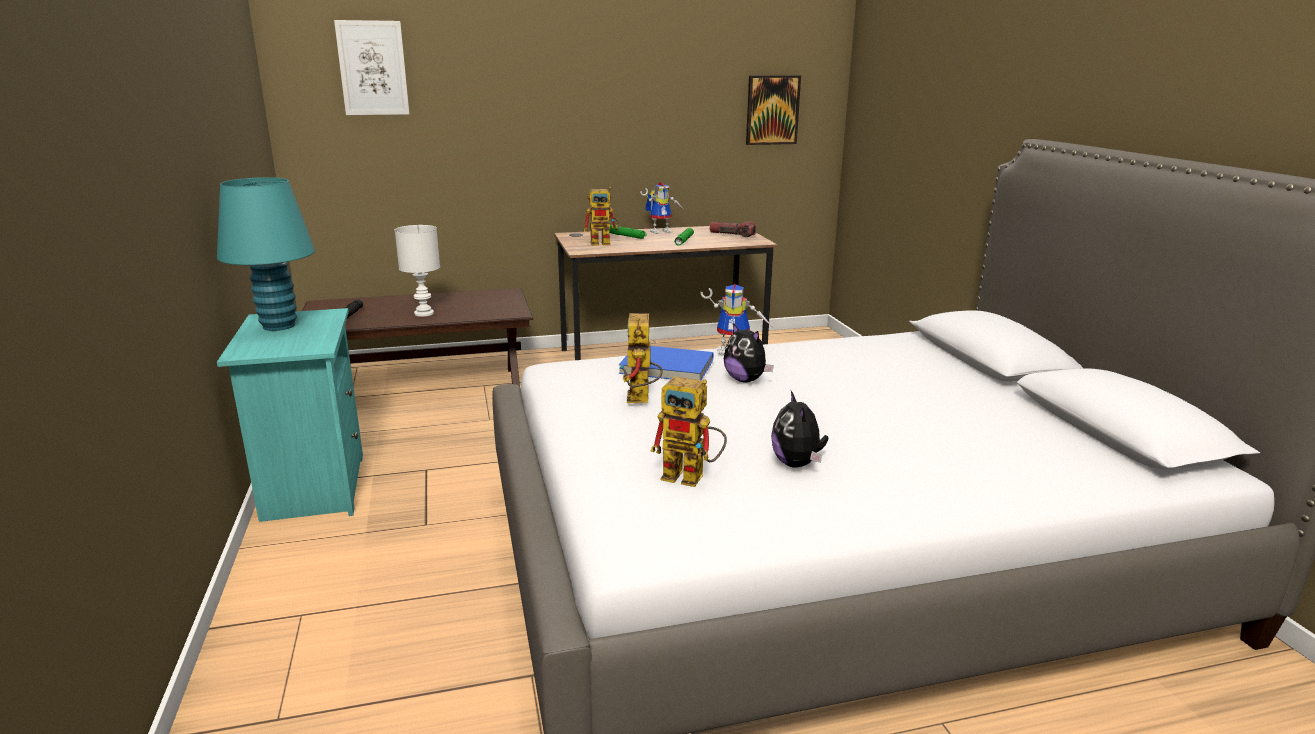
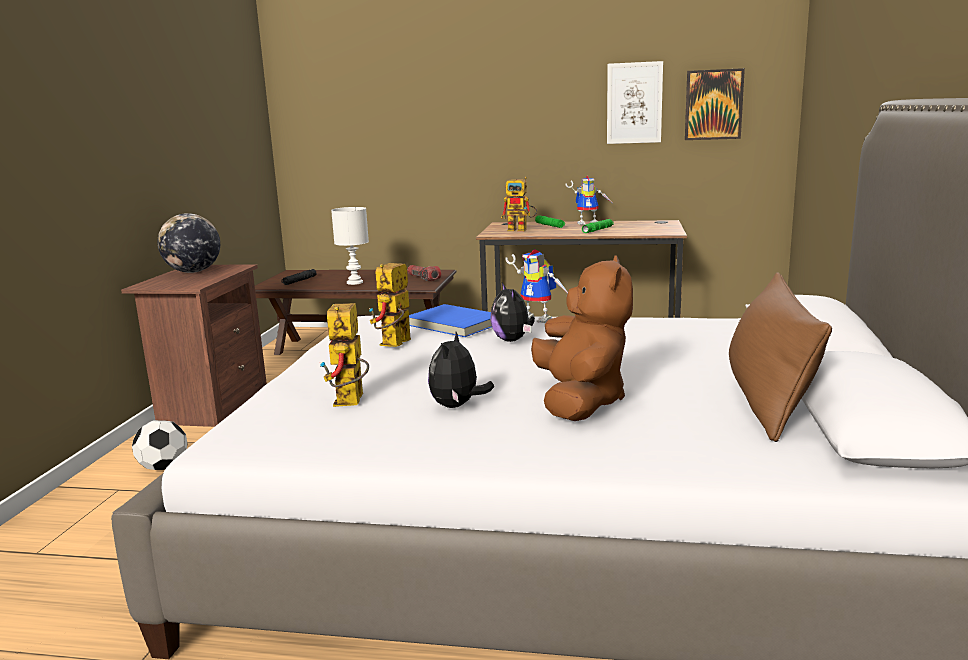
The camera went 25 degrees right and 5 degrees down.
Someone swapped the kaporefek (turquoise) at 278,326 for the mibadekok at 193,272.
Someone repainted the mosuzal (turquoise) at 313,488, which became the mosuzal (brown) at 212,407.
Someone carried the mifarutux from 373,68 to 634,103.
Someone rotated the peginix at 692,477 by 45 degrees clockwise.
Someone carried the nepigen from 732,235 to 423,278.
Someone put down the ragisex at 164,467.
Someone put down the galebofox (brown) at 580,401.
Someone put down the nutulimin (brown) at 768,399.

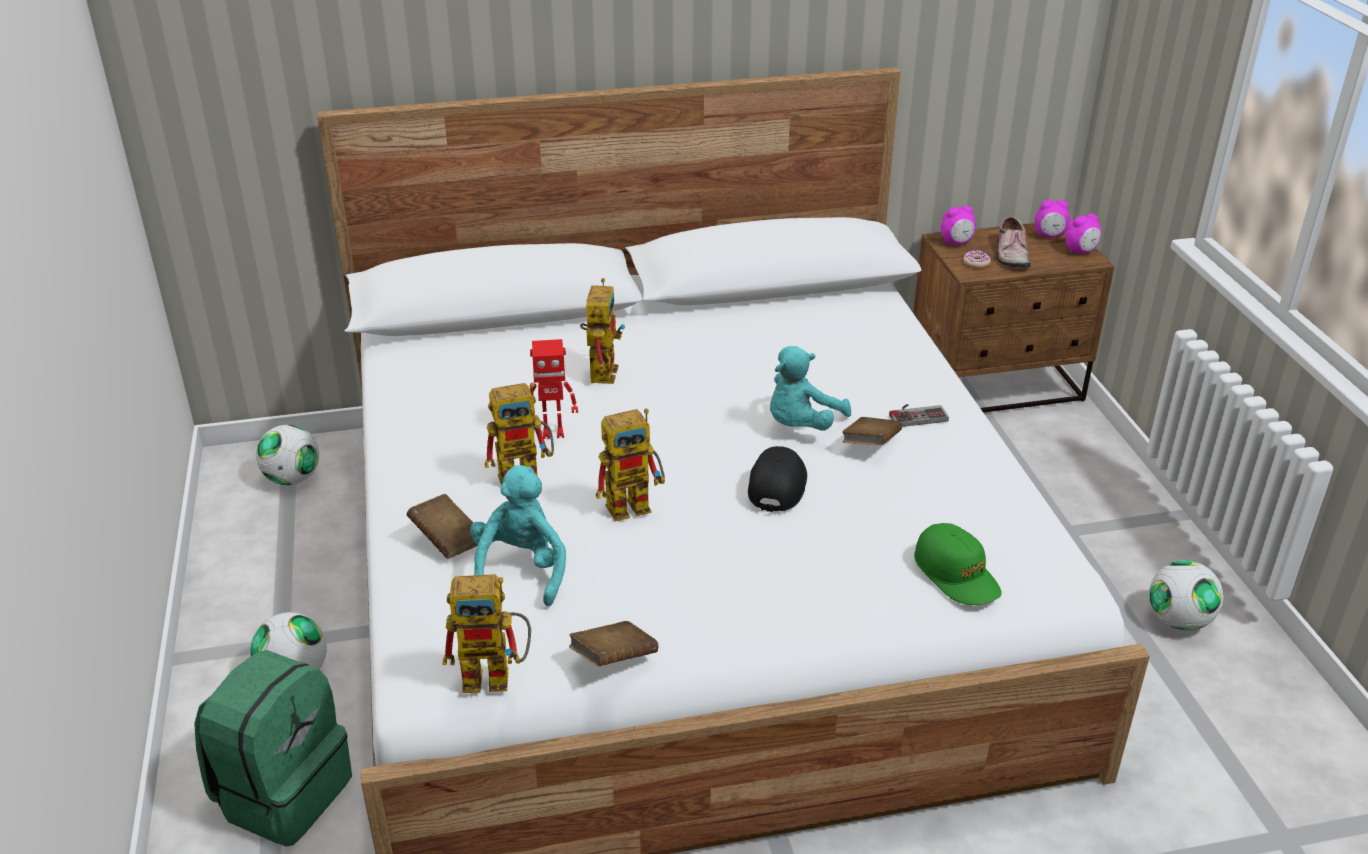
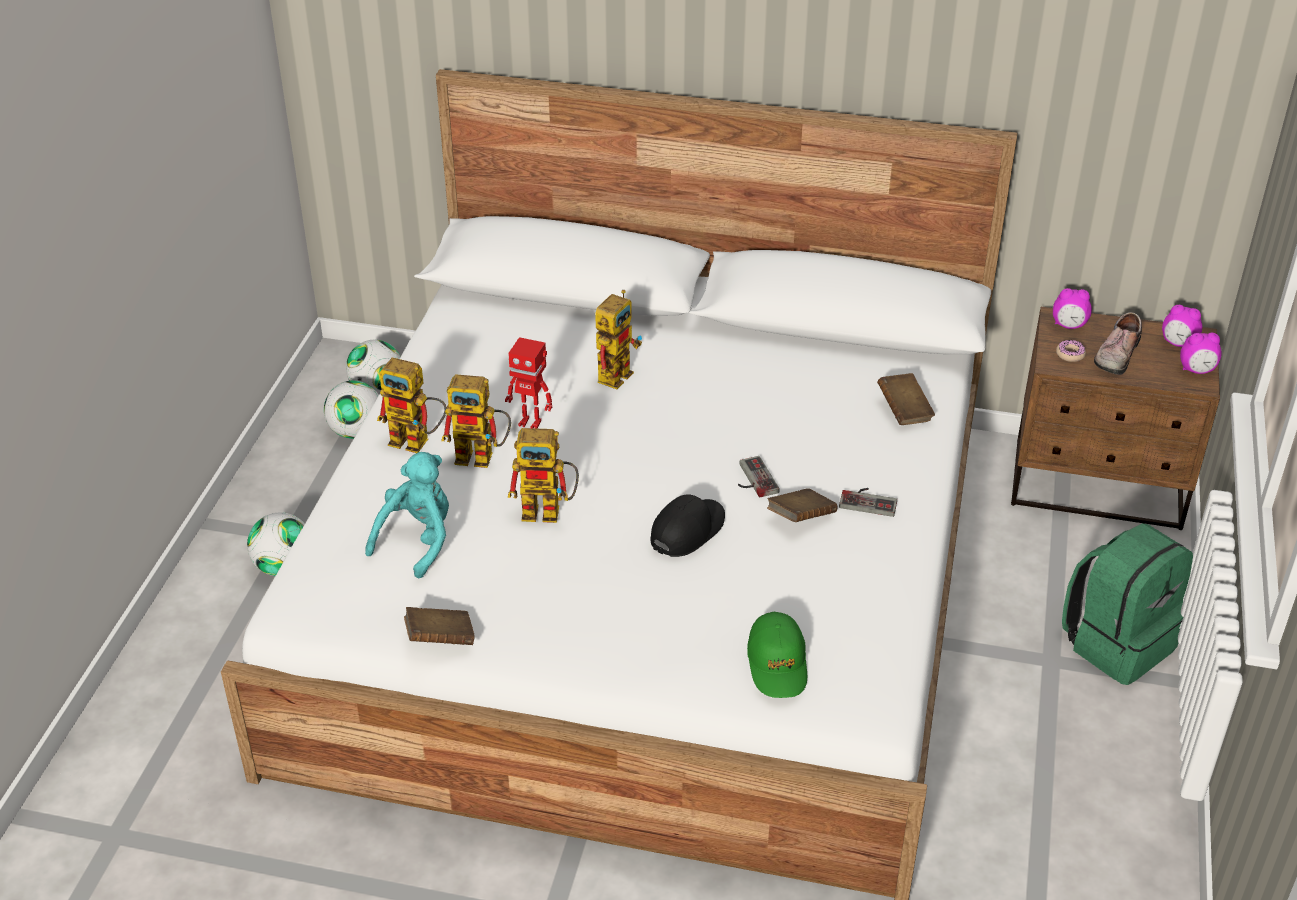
The camera went 25 degrees right and 5 degrees up.
Someone carried the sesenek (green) from 283,793 to 1118,642.
Someone carried the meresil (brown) from 447,540 to 904,411.
Someone carried the peginix from 497,676 to 418,442.
Someone swapped the galebofox (turquoise) at 801,425 for the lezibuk at 752,479.
Someone carried the ragisex from 1178,621 to 356,432.

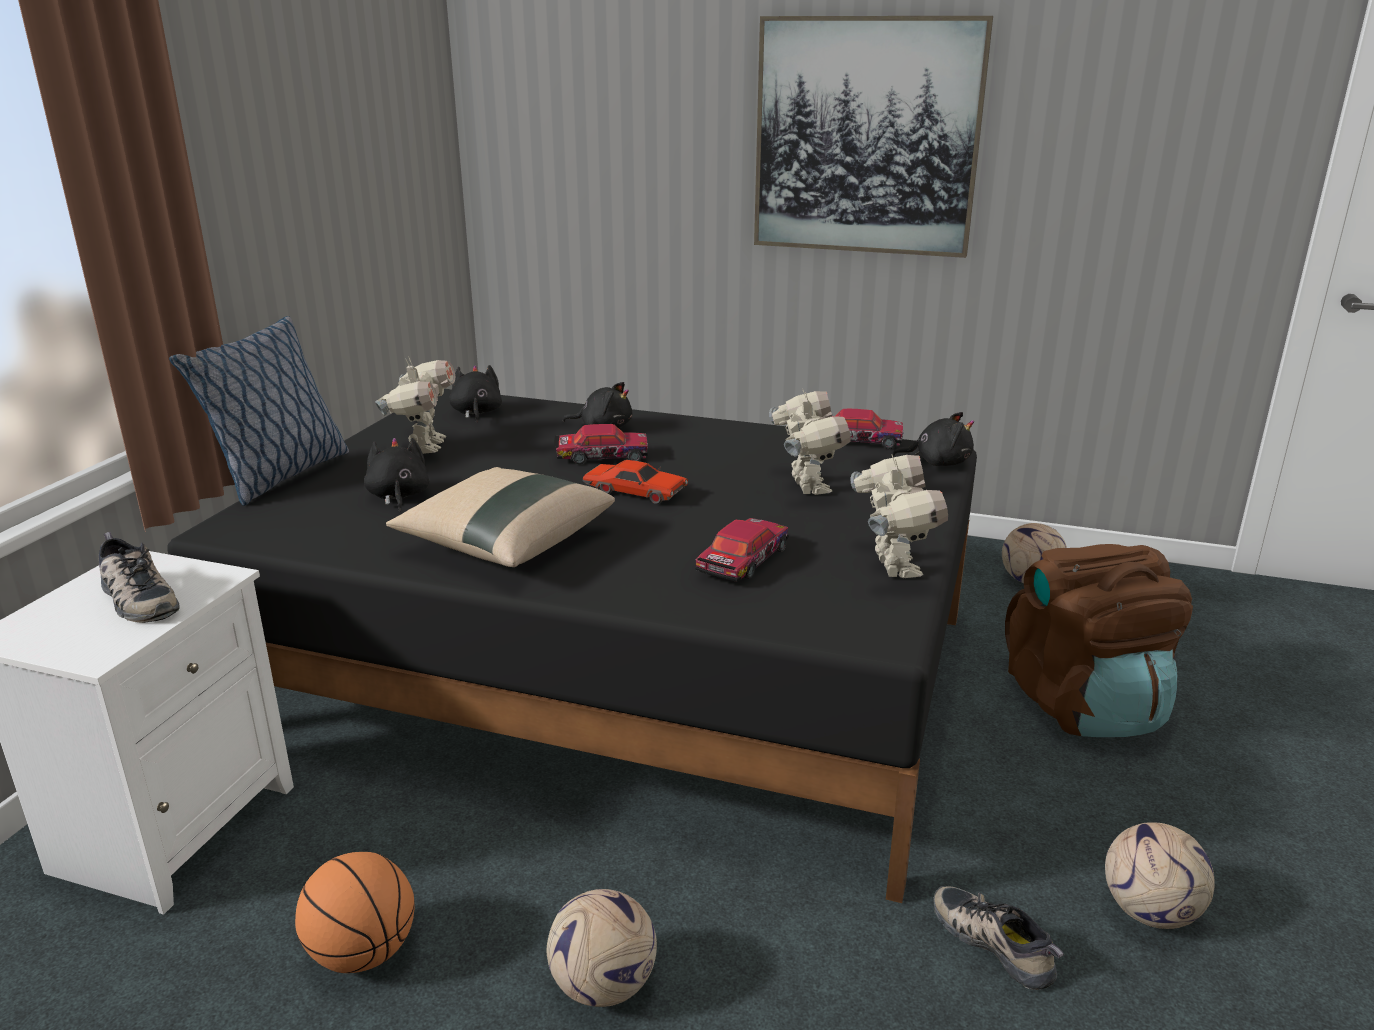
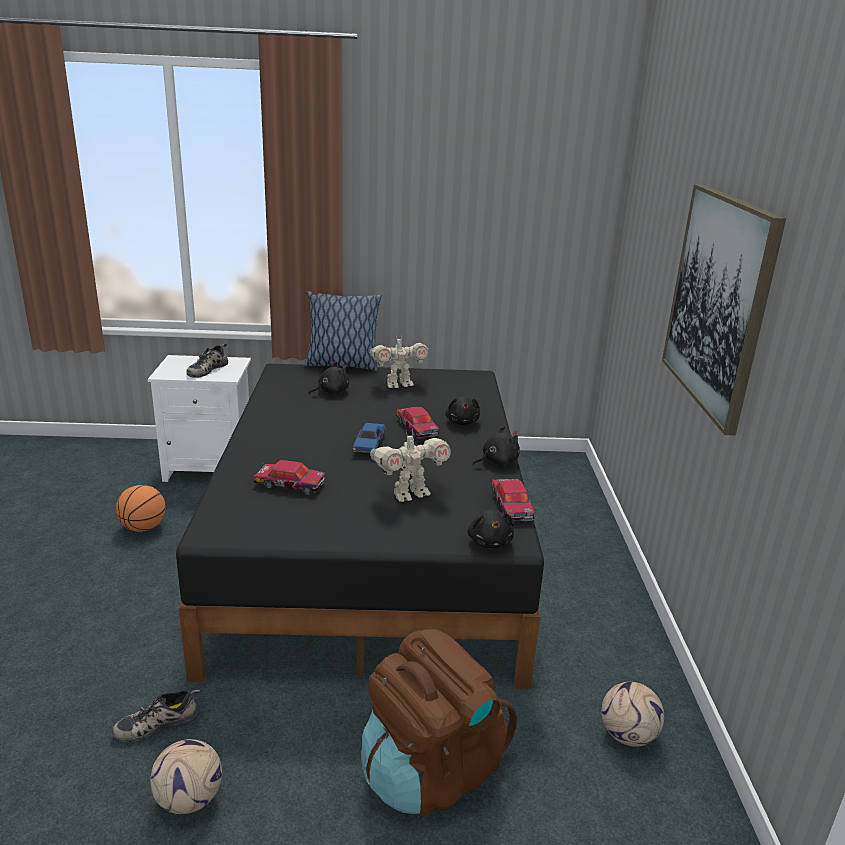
The camera went 70 degrees right and 0 degrees up.
Someone took away the nutulimin (beige) at 505,543.
Someone carried the galebofox (black) from 476,413 to 497,462.
Someone took away the ragisex at 603,987.
Someone repainted the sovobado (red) at 635,492, which became the sovobado (blue) at 369,444.
Someone took away the peginix at 892,566.
Someone rotated the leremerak at 995,942 by 150 degrees counterclockwise.

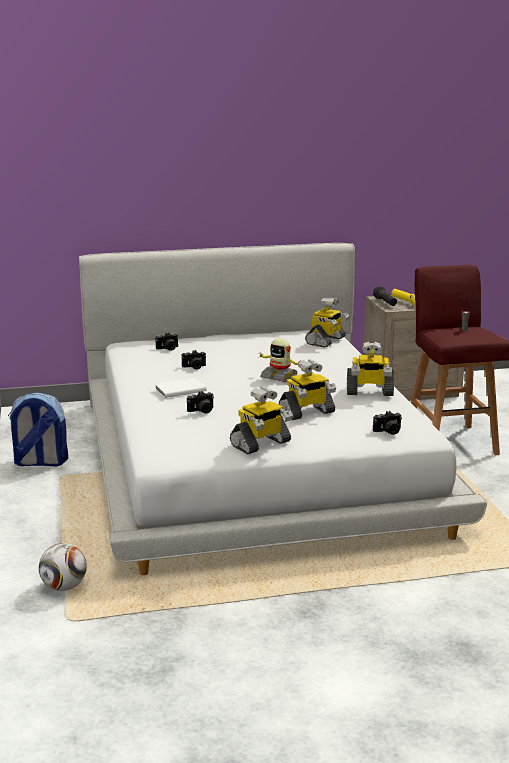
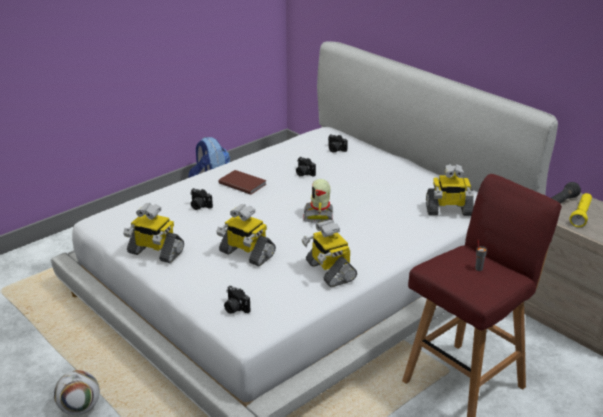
The camera went 60 degrees right and 10 degrees up.
Someone carried the ragisex from 64,587 to 80,408.
Someone repainted the meresil (white) at 179,389, which became the meresil (brown) at 242,183.

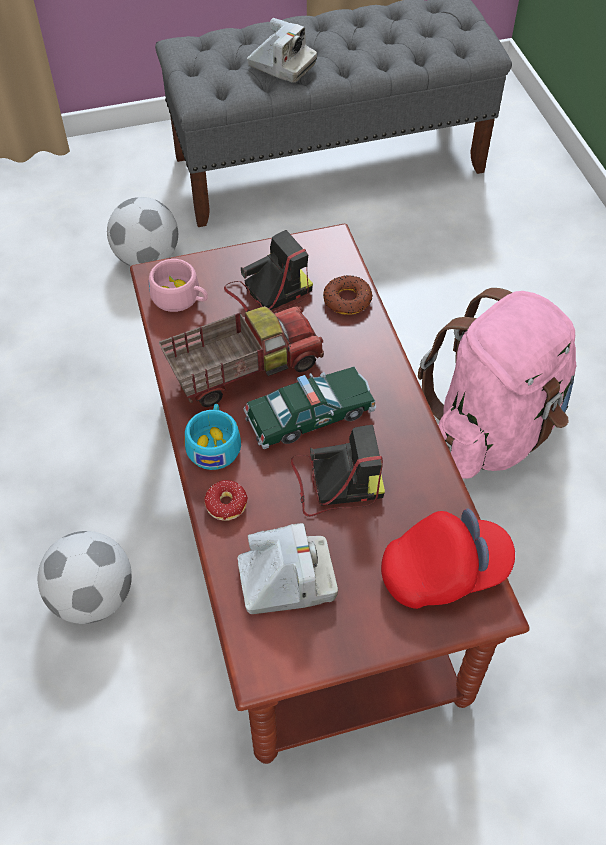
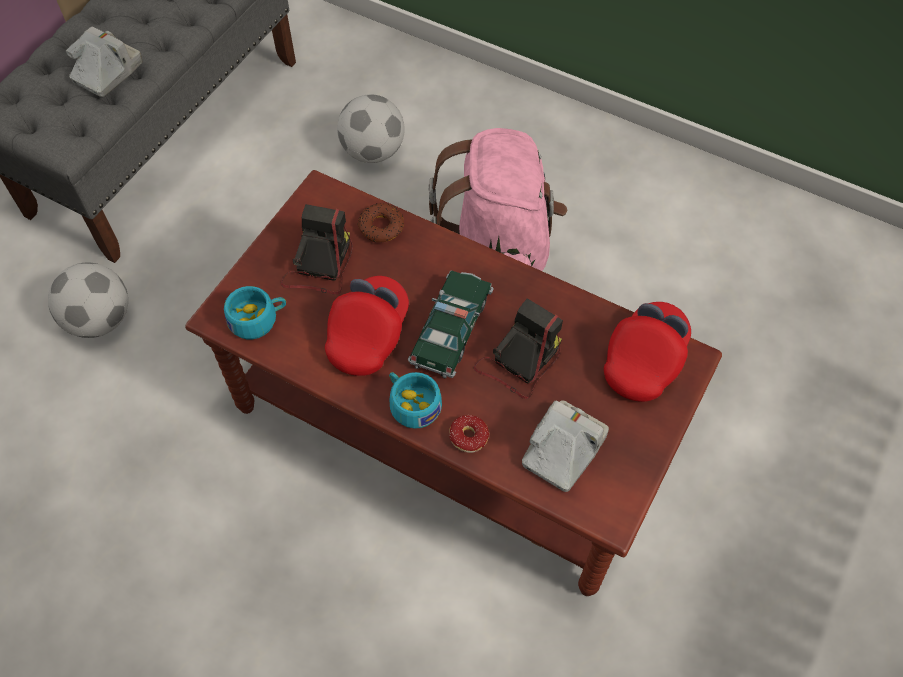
The camera went 45 degrees left and 5 degrees up.
Someone carried the ragisex from 93,597 to 373,151.
Someone repainted the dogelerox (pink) at 181,298, which became the dogelerox (turquoise) at 258,319.
Someone swapped the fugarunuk at 243,369 for the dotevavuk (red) at 368,335.
Someone rotated the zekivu at 281,65 by 45 degrees counterclockwise.

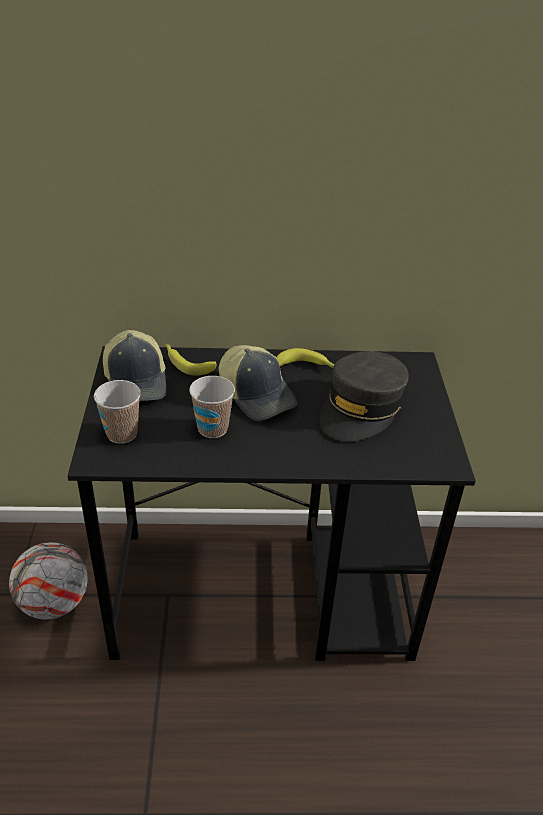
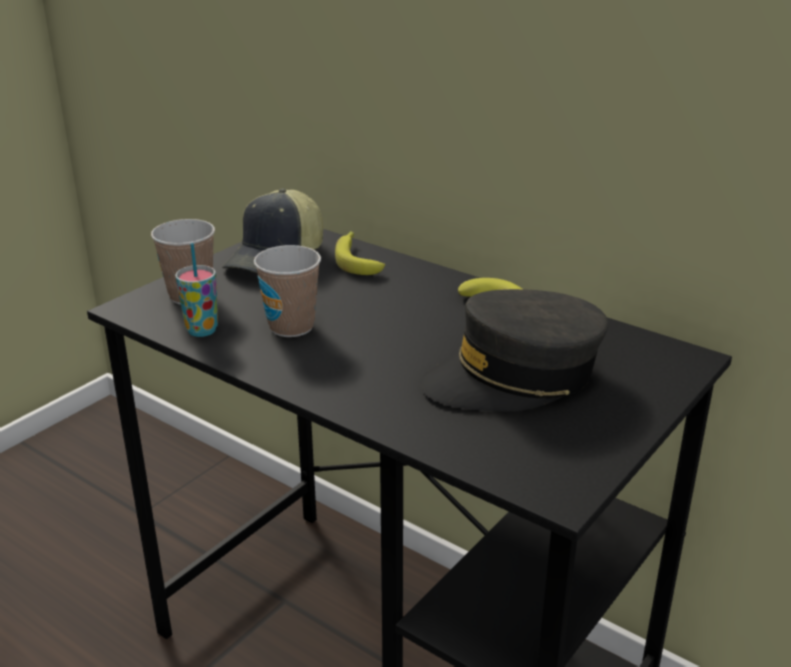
The camera went 40 degrees right and 10 degrees down.
Someone took away the ragisex at 54,603.
Someone took away the dotevavuk at 257,395.
Someone put down the dogelerox at 202,330.

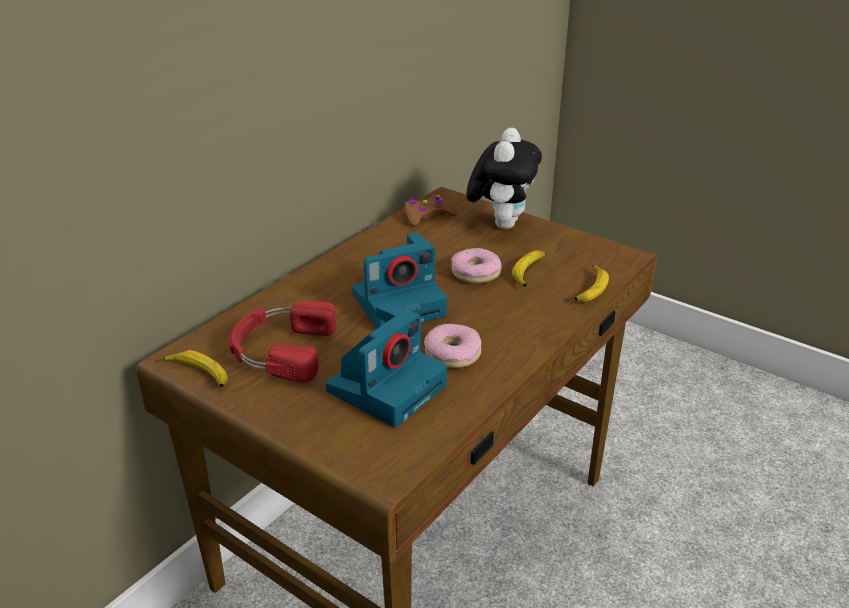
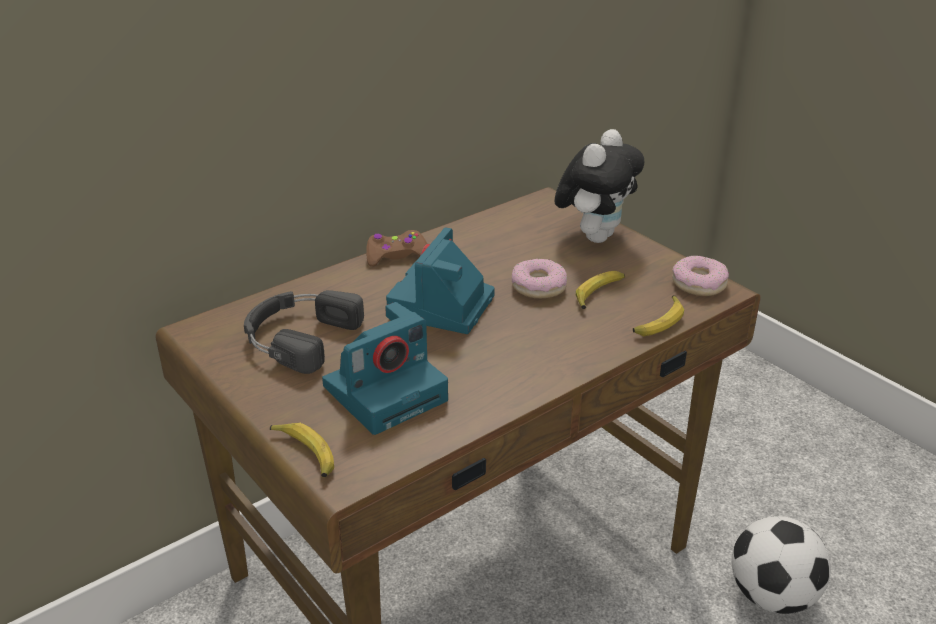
The camera went 15 degrees right and 0 degrees up.
Someone carried the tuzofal from 199,374 to 305,454.
Someone repainted the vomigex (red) at 280,349, which became the vomigex (black) at 298,336.
Someone rotated the zekivu at 400,303 by 120 degrees clockwise.
Someone carried the lezibuk (brown) from 428,216 to 396,256.
Someone carried the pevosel from 453,353 to 699,284.
Someone put down the ragisex at 772,596.

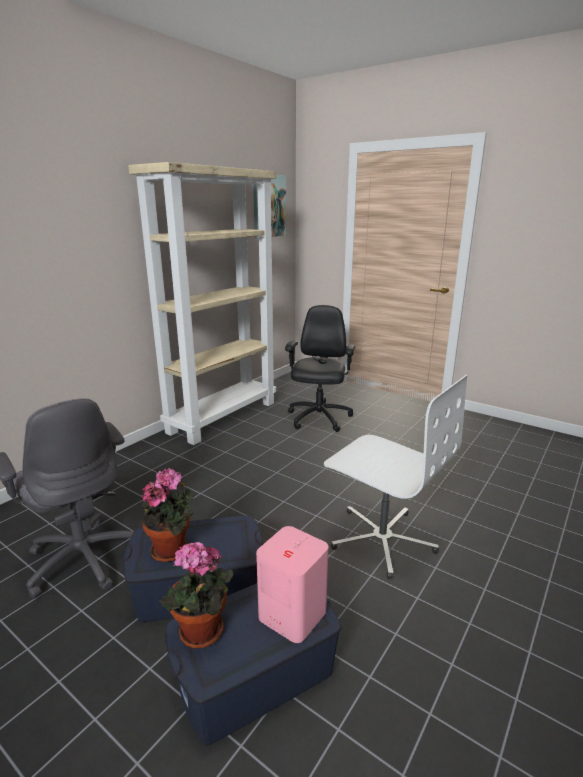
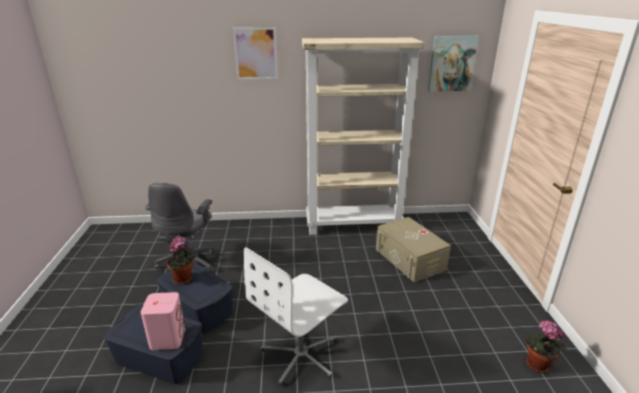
The camera went 50 degrees right and 5 degrees up.
Someone carried the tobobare from 200,635 to 536,366.
Someone swapped the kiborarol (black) at 318,418 for the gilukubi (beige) at 410,259.
Someone rotated the kiborarol (white) at 382,539 by 45 degrees clockwise.
Someone put up the mifarutux at 255,53.

